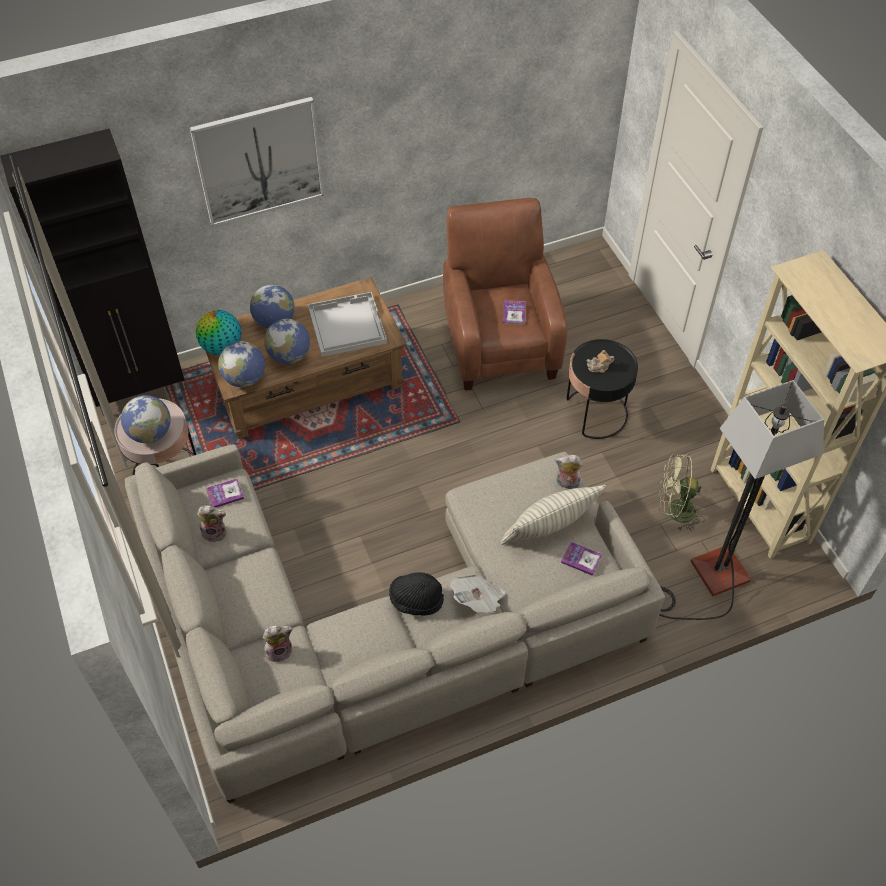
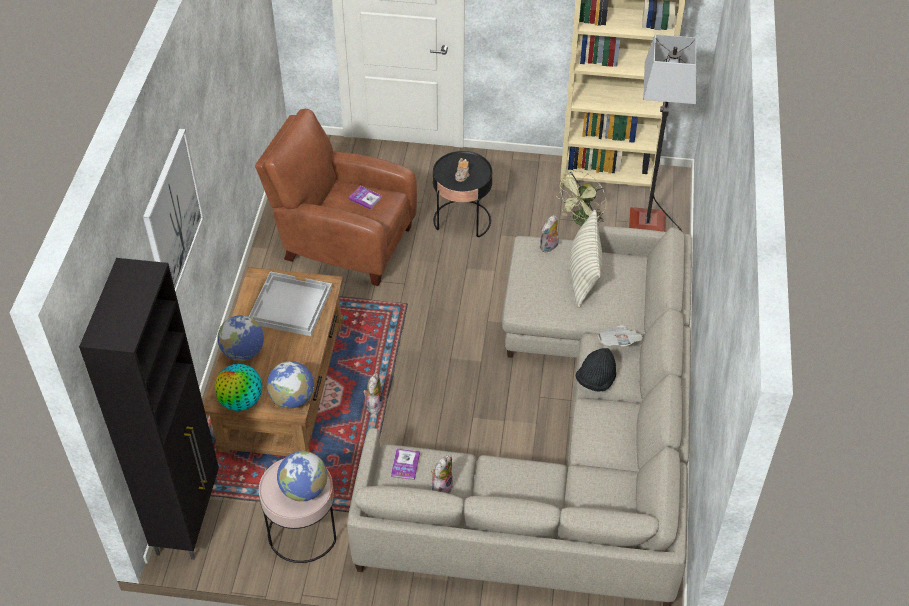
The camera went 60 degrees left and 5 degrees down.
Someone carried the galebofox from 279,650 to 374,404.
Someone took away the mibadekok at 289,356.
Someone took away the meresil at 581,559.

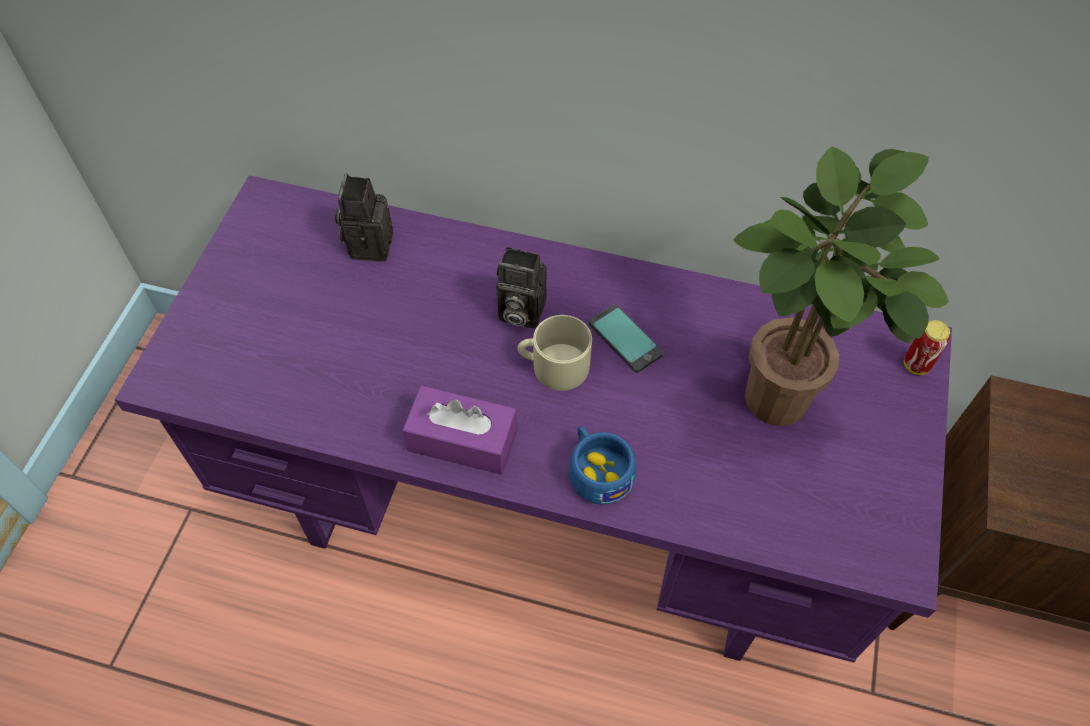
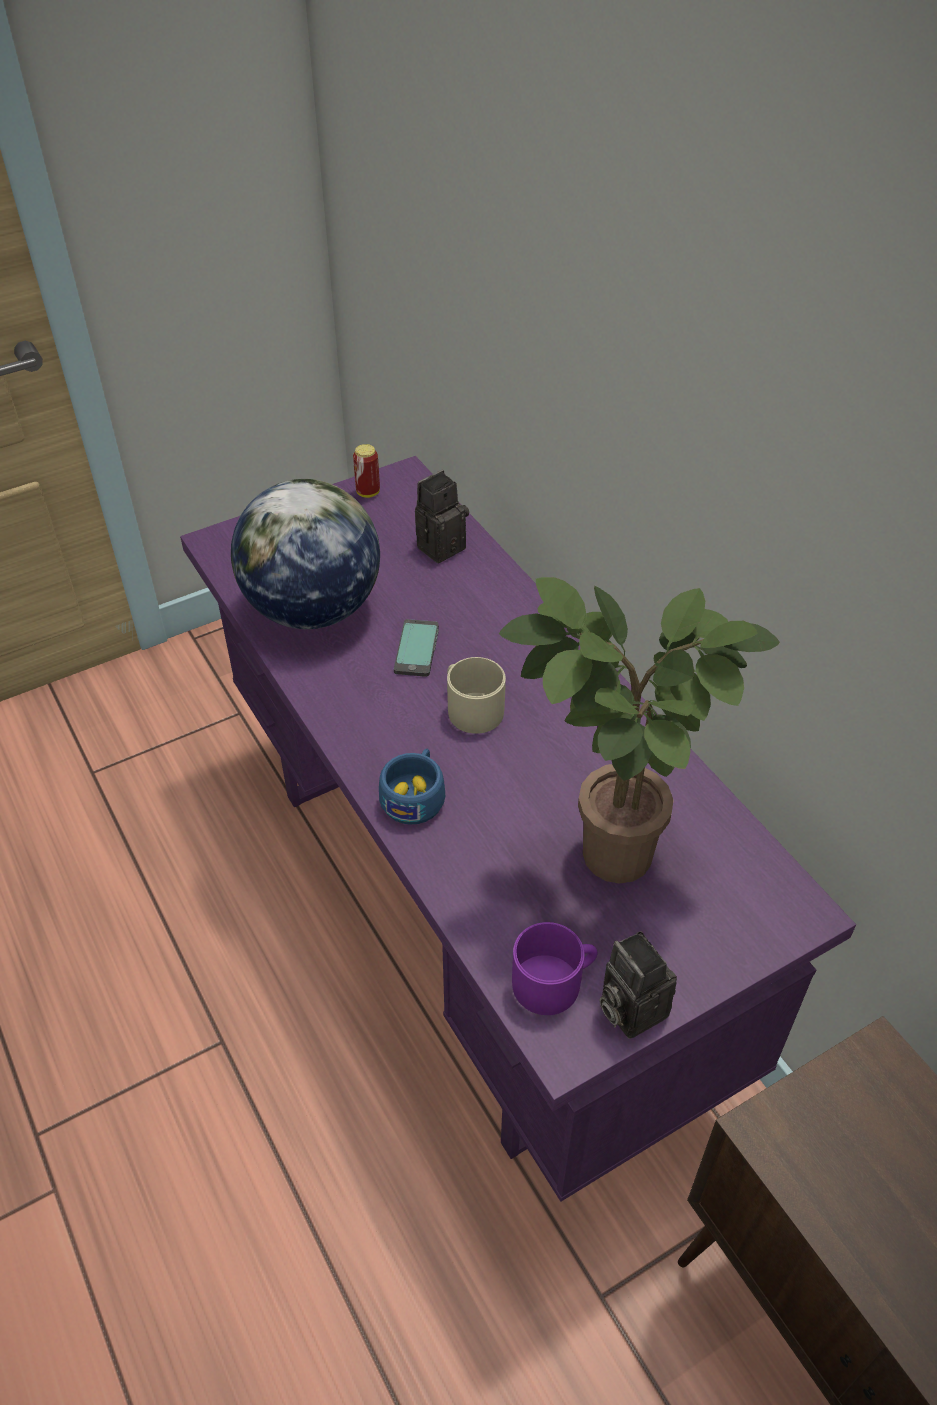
The camera went 45 degrees right and 10 degrees down.
Someone took away the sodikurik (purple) at 462,440.
Someone carried the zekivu from 518,312 to 628,1007.
Someone carried the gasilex from 625,339 to 417,649.
Someone carried the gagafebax from 916,365 to 368,492.
Someone put down the mibadekok at 312,609.
Someone put down the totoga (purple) at 554,981.

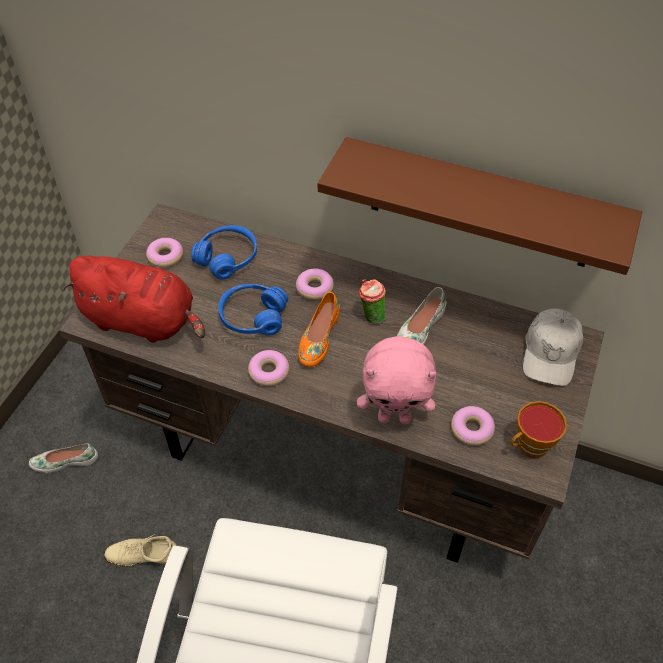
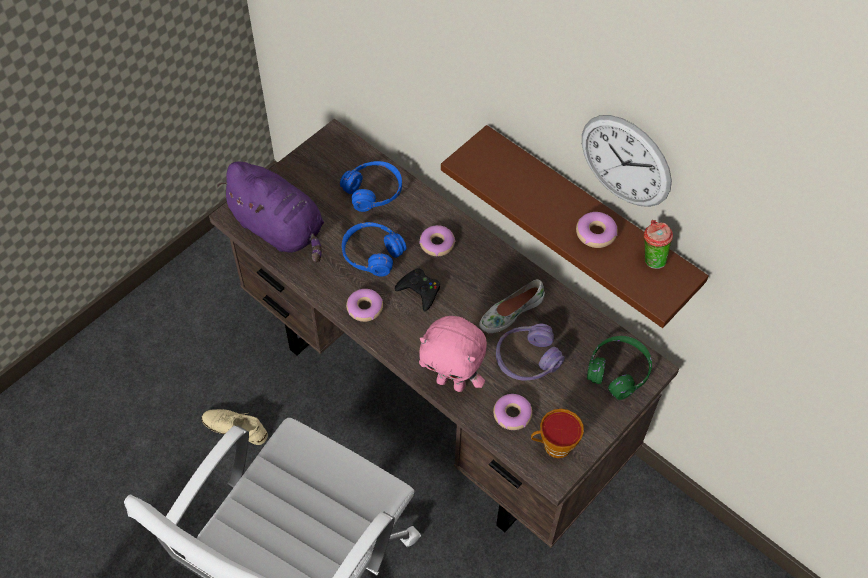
The camera went 20 degrees right and 5 degrees up.
Someone took away the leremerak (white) at 65,461.
Someone repainted the galebofox (red) at 144,321, which became the galebofox (purple) at 280,229.
Someone carried the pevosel from 165,256 to 596,233.
Someone swapped the leremerak (orange) at 318,337 for the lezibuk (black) at 419,291.
Someone carried the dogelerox from 371,316 to 651,259.
Someone swapped the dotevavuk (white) at 551,353 for the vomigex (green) at 618,371.
Someone put down the vomigex (purple) at 527,359.
Someone put up the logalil at 625,161.

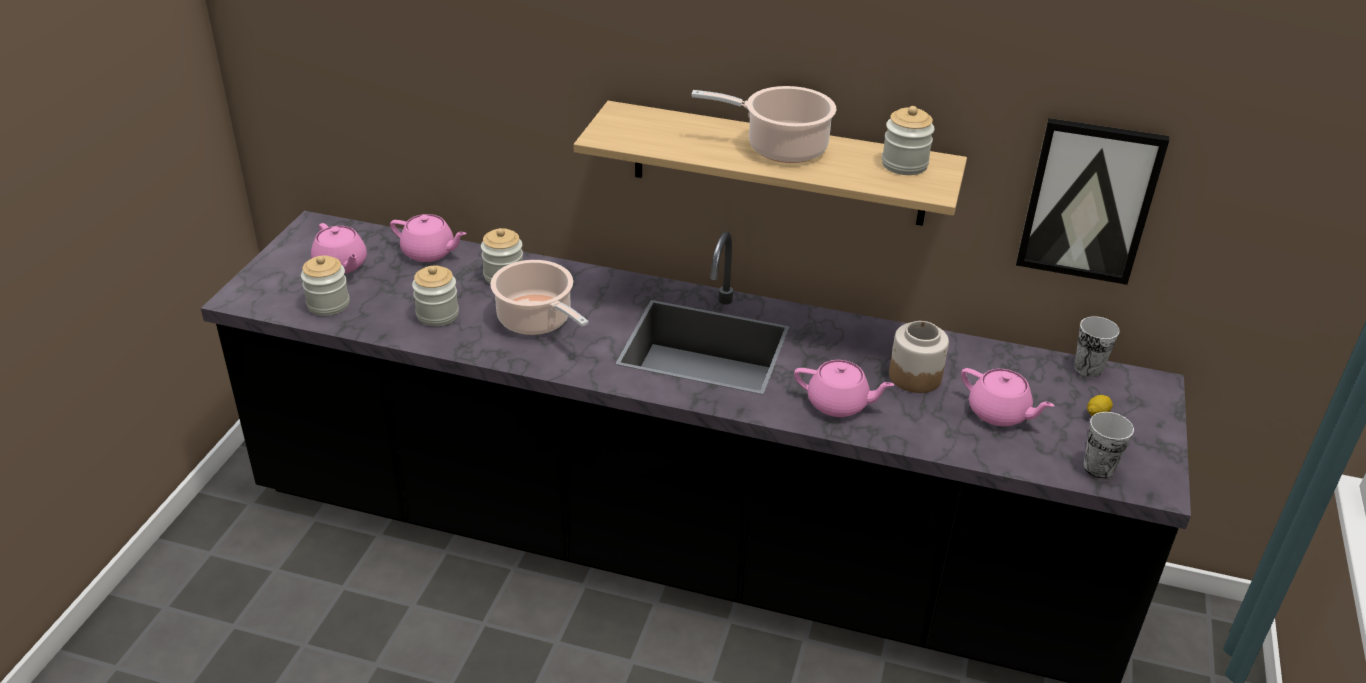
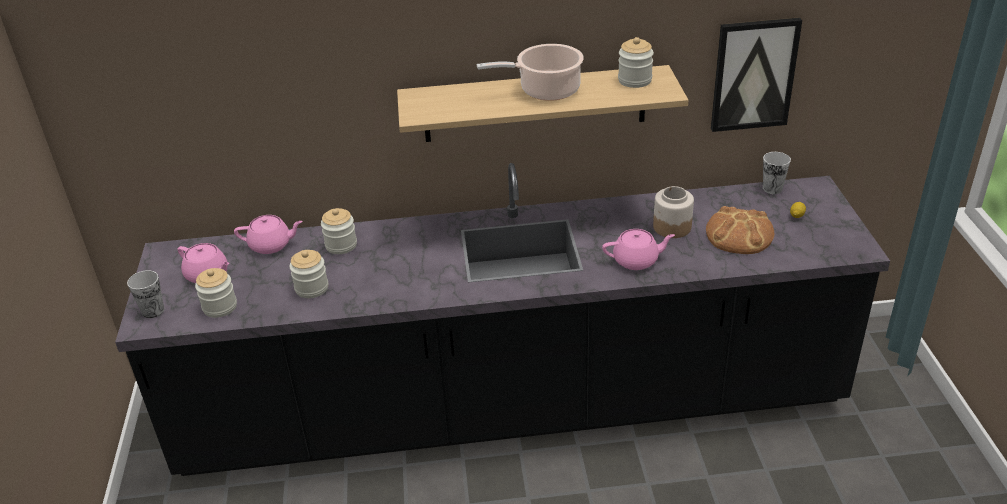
The camera went 20 degrees left and 0 degrees up.
Someone took away the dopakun at 537,321.
Someone swapped the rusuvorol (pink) at 999,413 for the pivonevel at 739,234.
Someone carried the dogelerox from 1098,468 to 153,311.

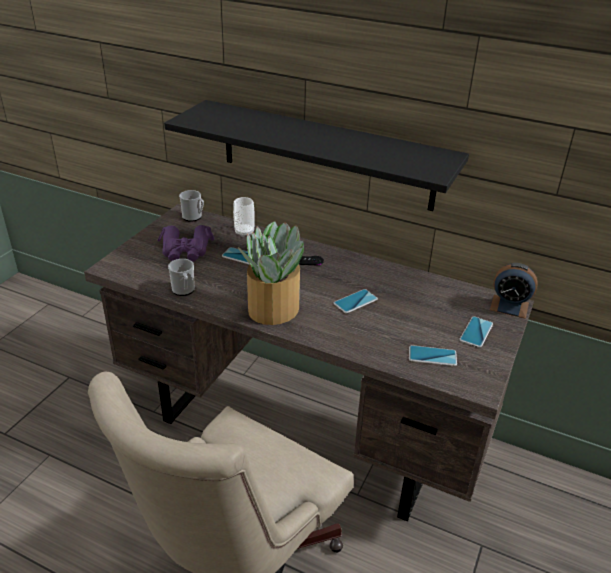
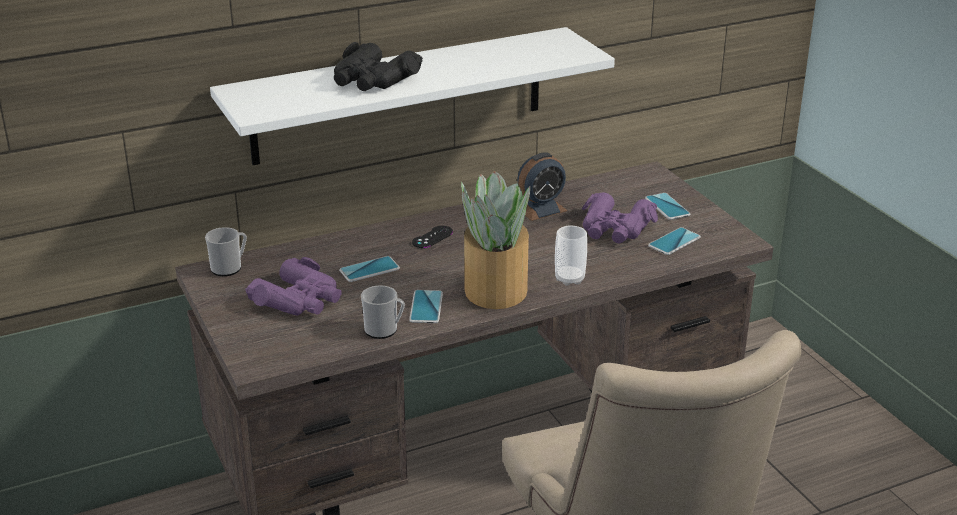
The camera went 50 degrees left and 5 degrees down.
Someone repainted the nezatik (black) at 326,155, which became the nezatik (white) at 399,95.
Someone carried the dogelerox from 244,232 to 569,279.
Someone carried the gasilex from 355,301 to 426,307.
Someone carried the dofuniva from 509,306 to 540,208.
Someone put down the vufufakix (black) at 373,80.
Someone put down the vufufakix (purple) at 615,229.

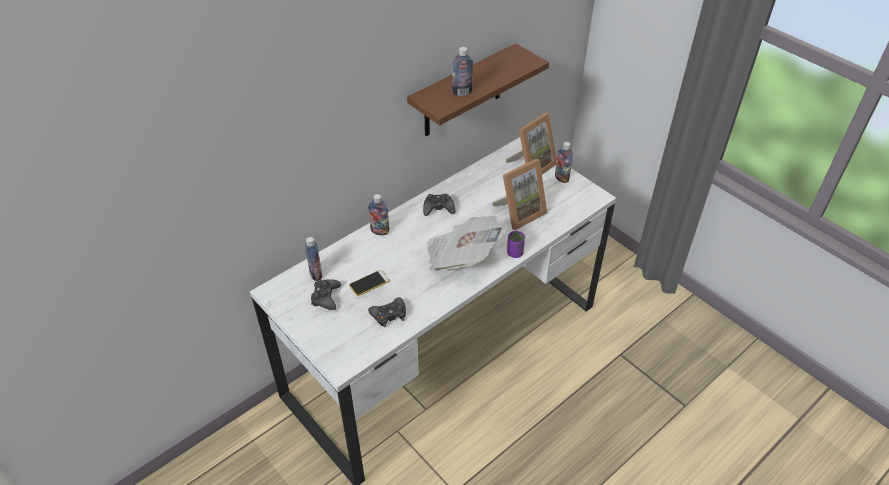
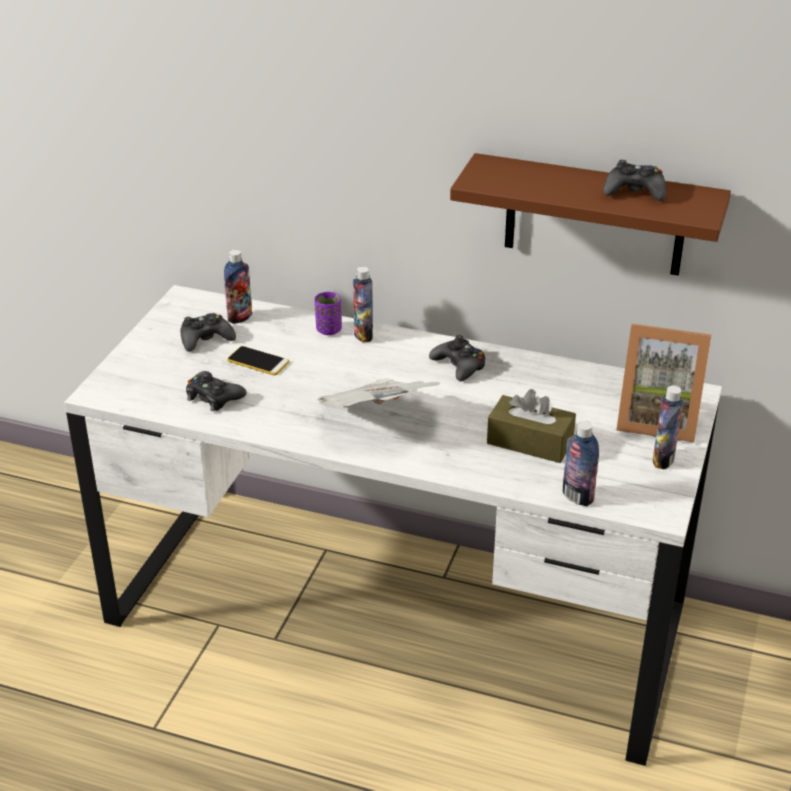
The camera went 60 degrees right and 10 degrees down.
Someone carried the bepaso from 462,92 to 577,497.
Someone swapped the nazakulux at 519,212 for the sodikurik (brown) at 530,442.
Someone carried the dogelerox (purple) from 514,253 to 328,330.
Someone put down the lezibuk (black) at 634,191.

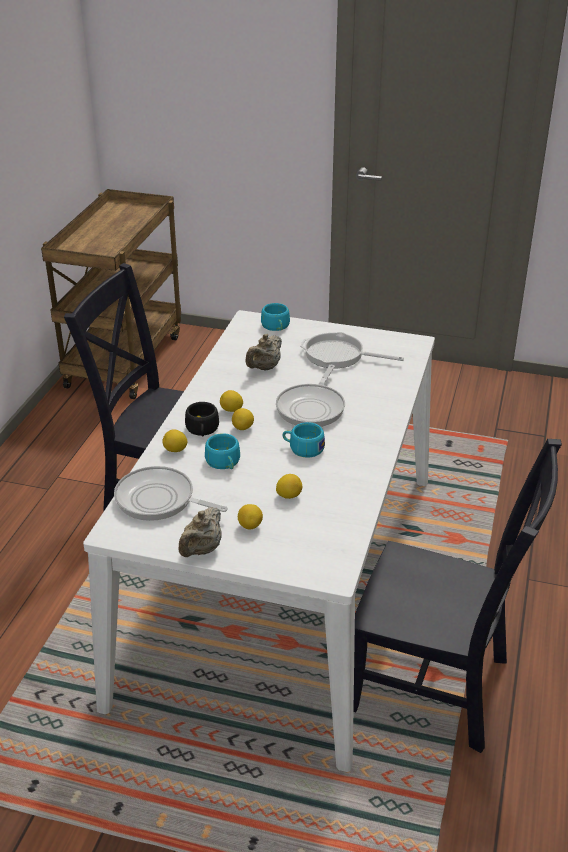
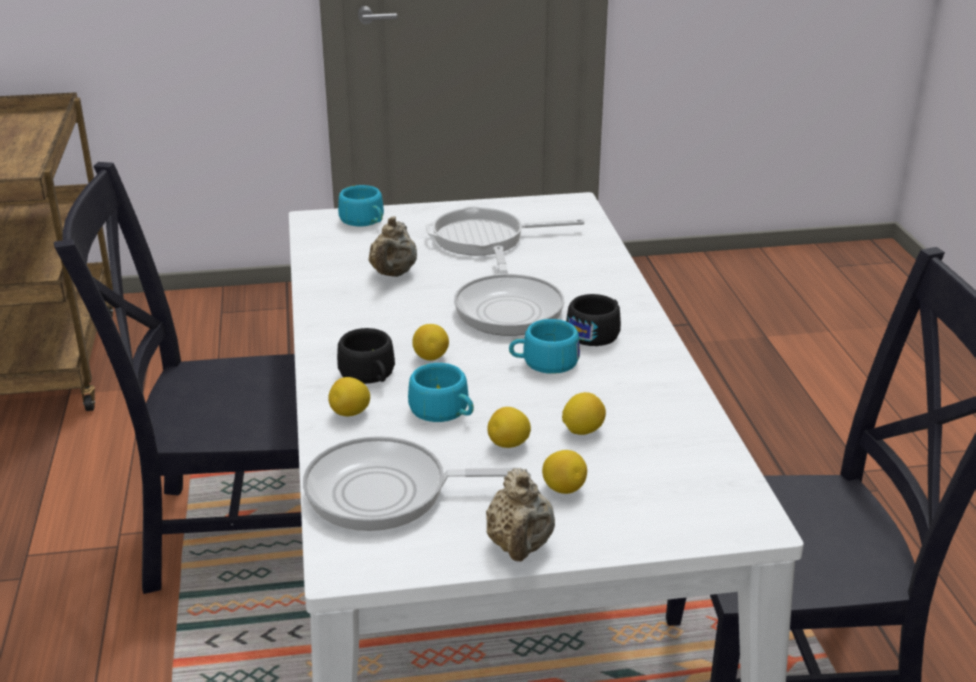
The camera went 25 degrees left and 5 degrees down.
Someone carried the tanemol from 231,410 to 509,444.
Someone put down the dogelerox (black) at 596,333.

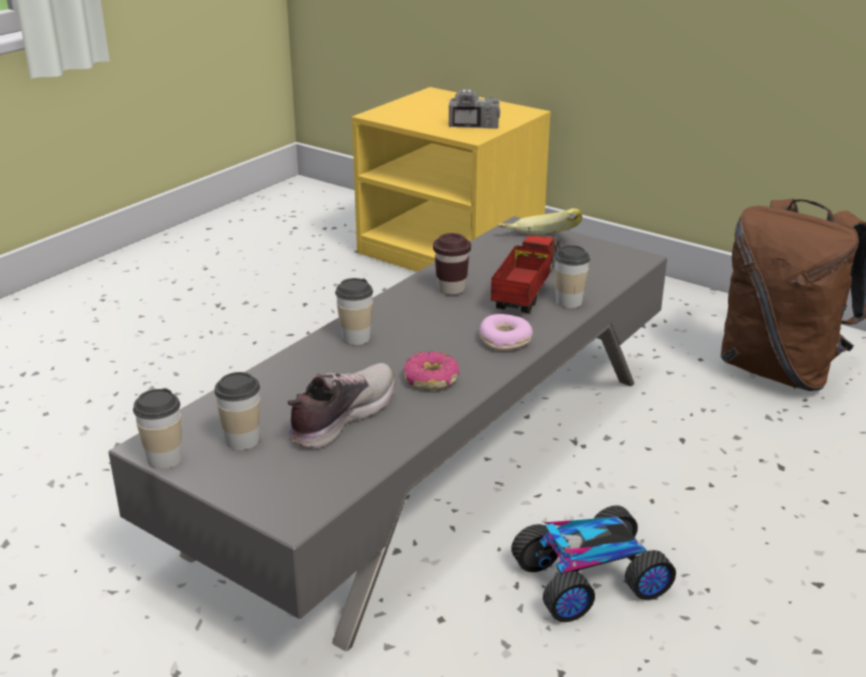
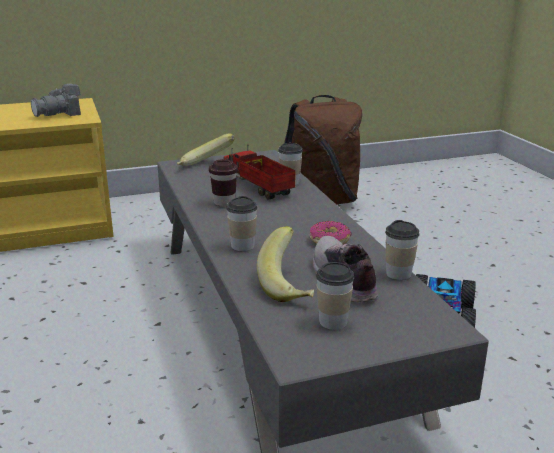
The camera went 55 degrees left and 5 degrees down.
Someone carried the dogelerox from 164,459 to 398,274.
Someone rotated the zekivu at 470,122 by 75 degrees counterclockwise.
Someone took away the pevosel at 505,340.
Someone put down the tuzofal at 291,286.

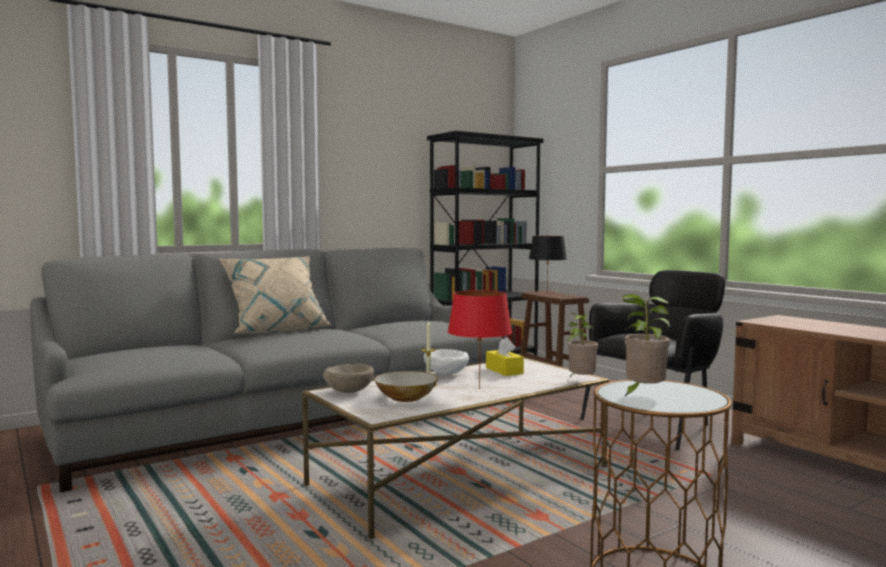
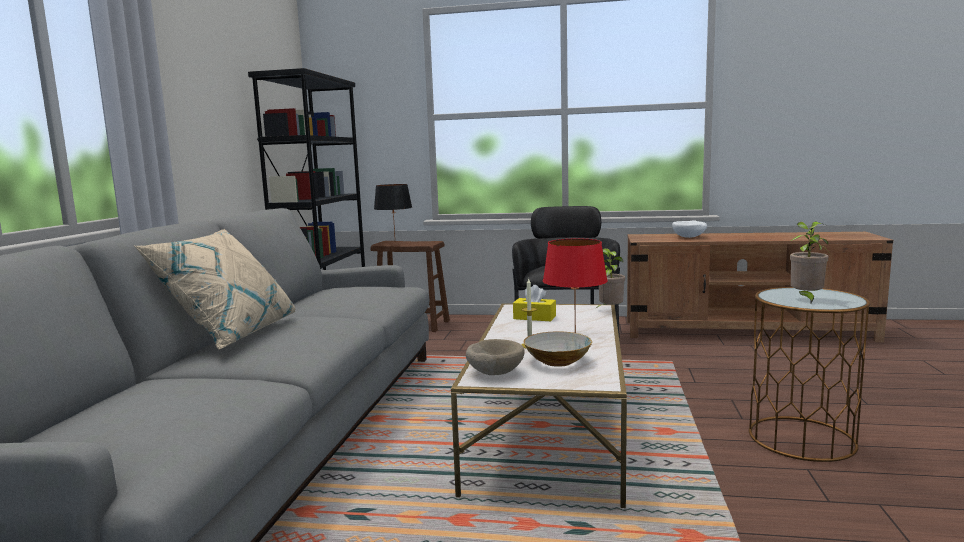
The camera went 45 degrees left and 5 degrees up.
Someone carried the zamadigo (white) from 445,374 to 689,237.

